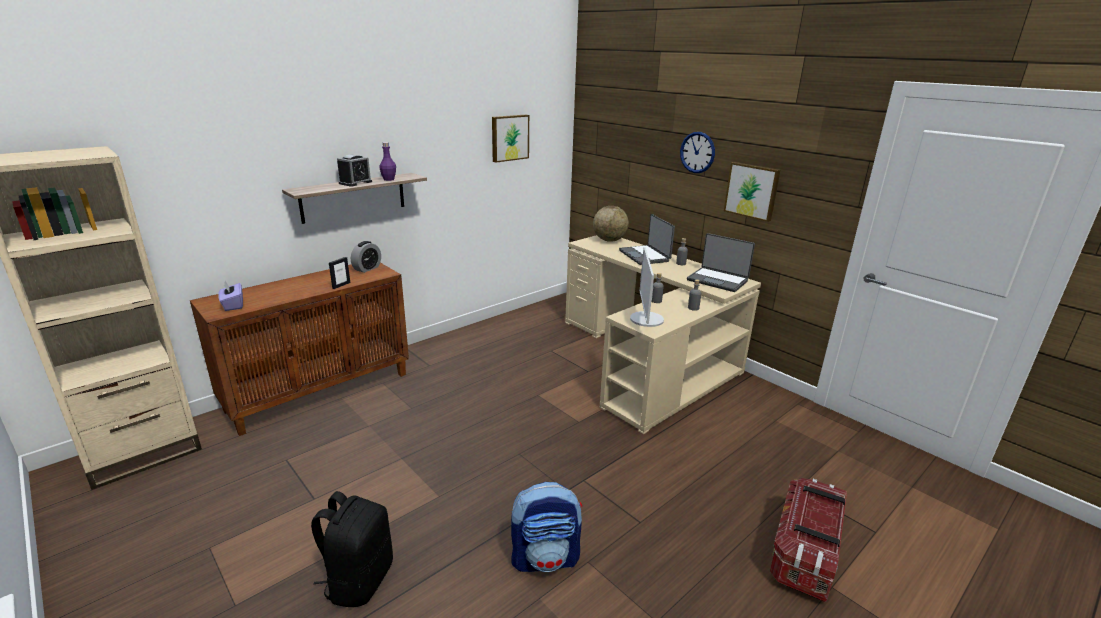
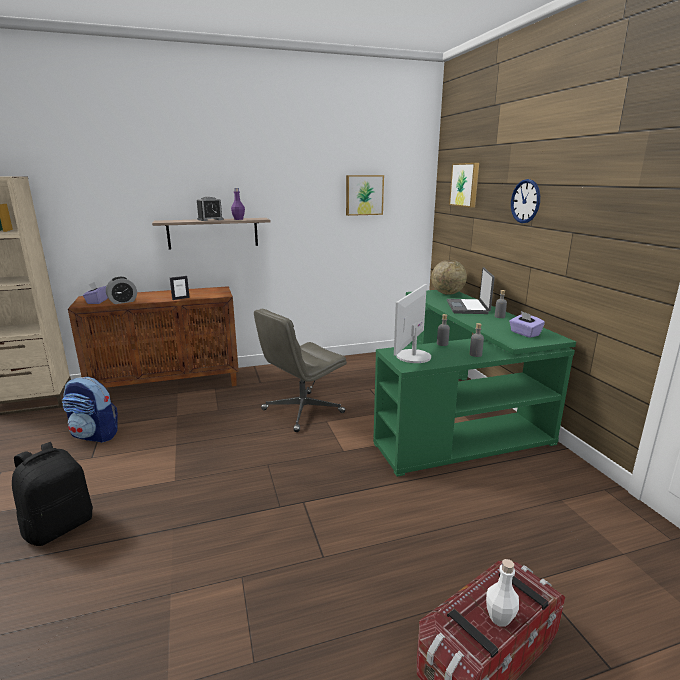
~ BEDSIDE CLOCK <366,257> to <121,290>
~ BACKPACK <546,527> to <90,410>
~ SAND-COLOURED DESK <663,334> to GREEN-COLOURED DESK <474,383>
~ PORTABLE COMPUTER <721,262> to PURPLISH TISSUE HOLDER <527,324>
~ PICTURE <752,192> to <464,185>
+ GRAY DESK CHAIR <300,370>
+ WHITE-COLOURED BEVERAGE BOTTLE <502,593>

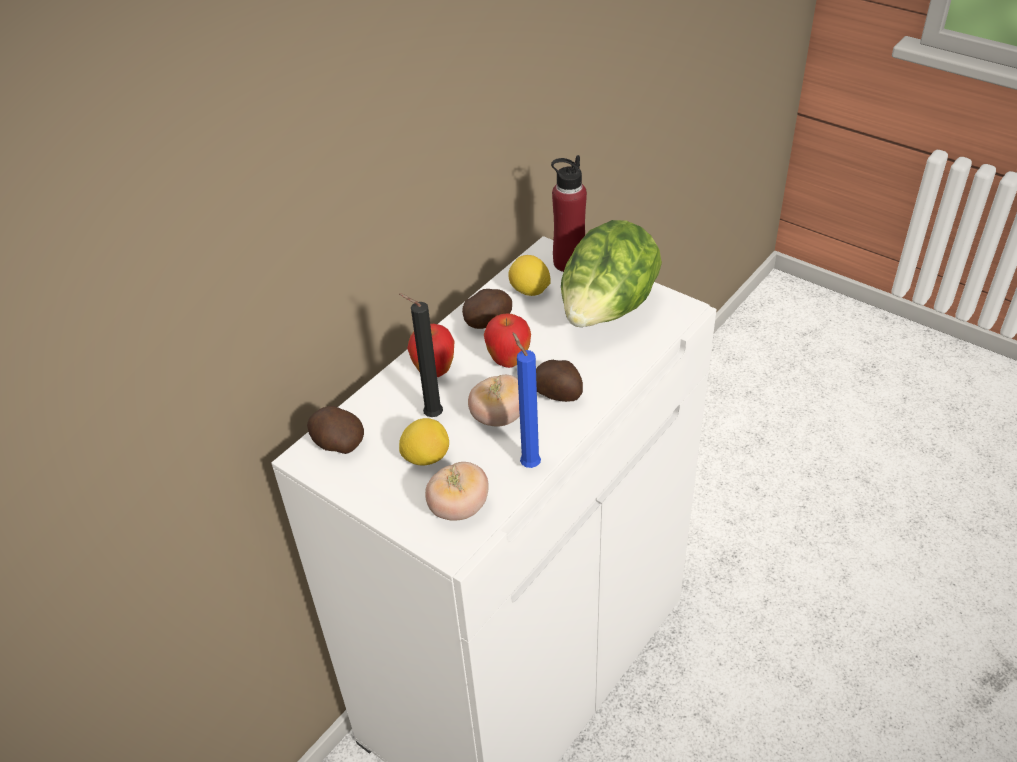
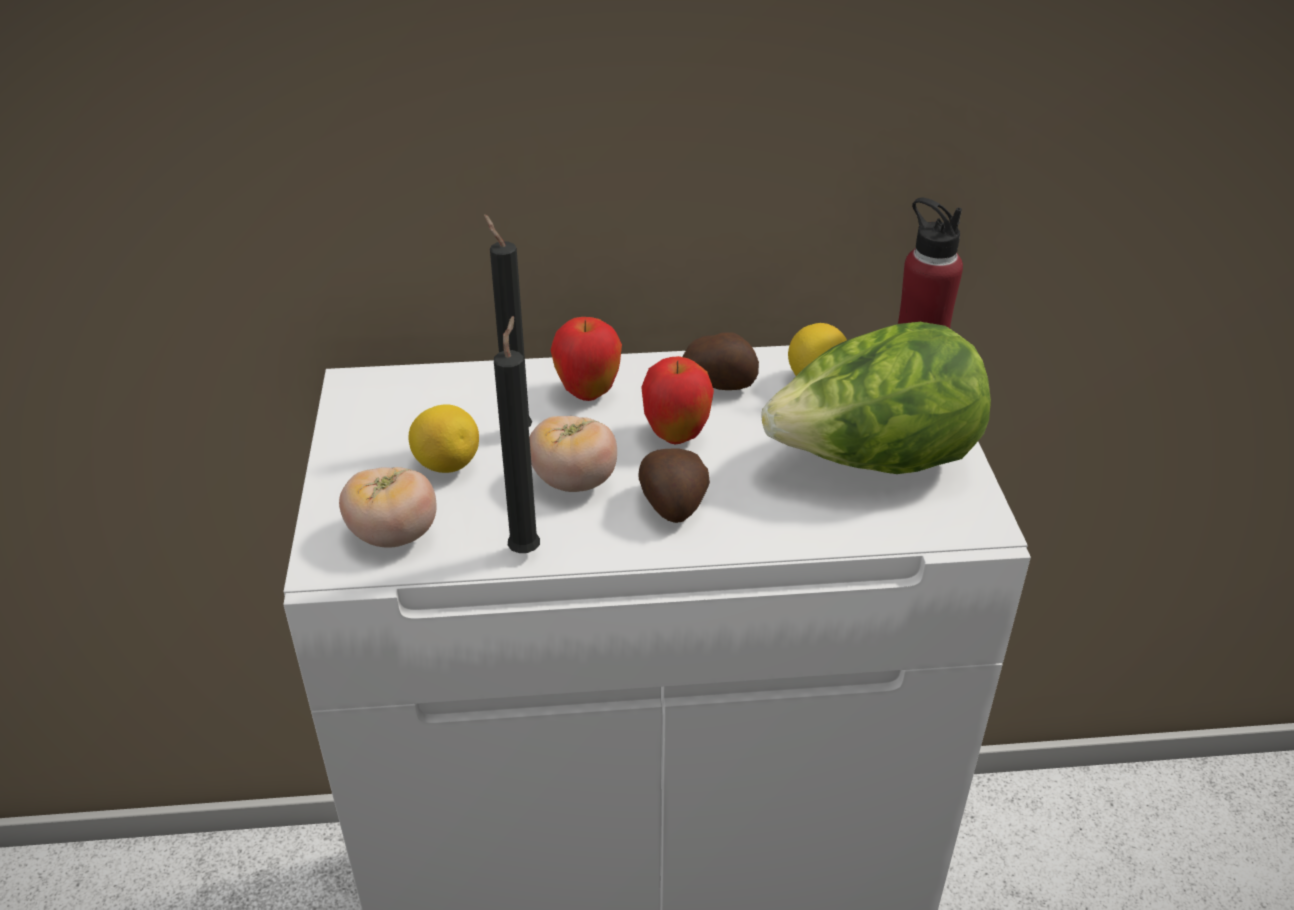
- WHOLE POTATO <335,430>
~ BLUE CANDLE <527,400> to BLACKISH CANDLE <517,434>

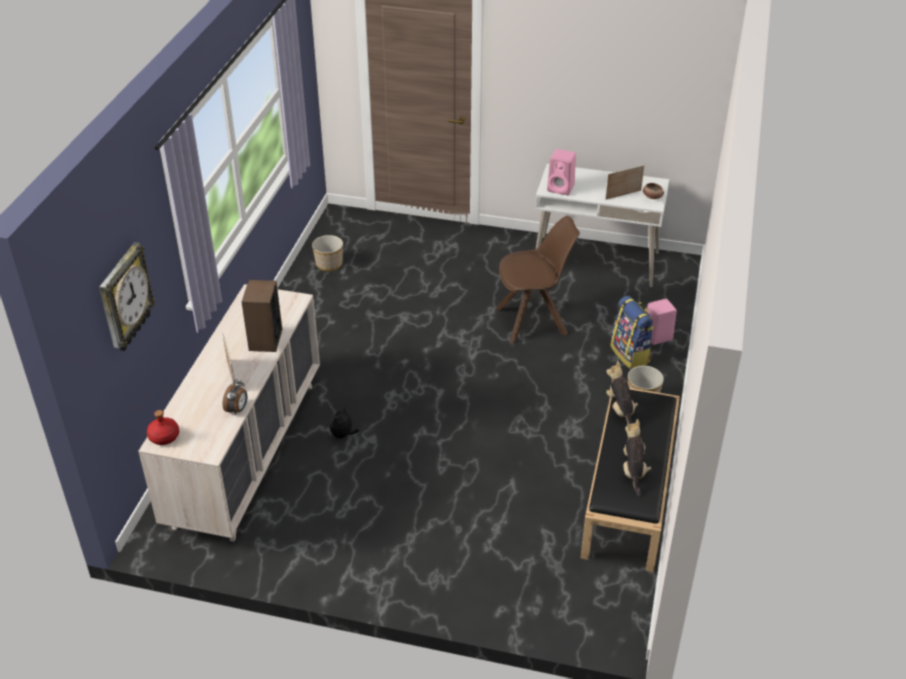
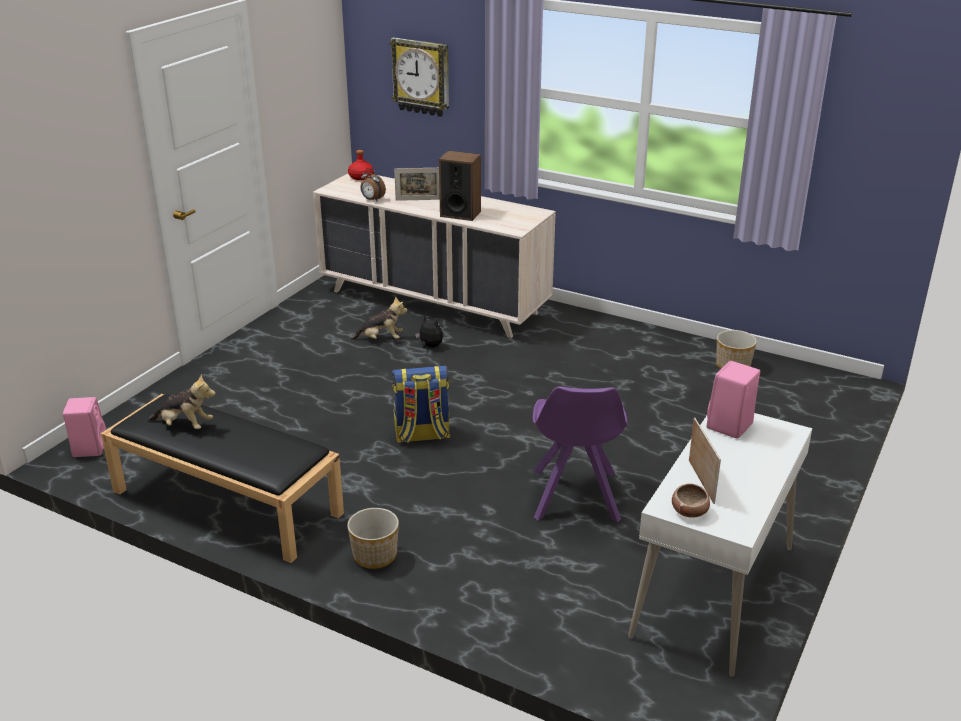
~ BROWNISH CHAIR <538,279> to PURPLISH CHAIR <580,454>
~ SOFT TOY <622,392> to <379,318>
~ BACKPACK <632,332> to <421,404>
~ PINKISH LOUDSPEAKER <662,322> to <84,427>

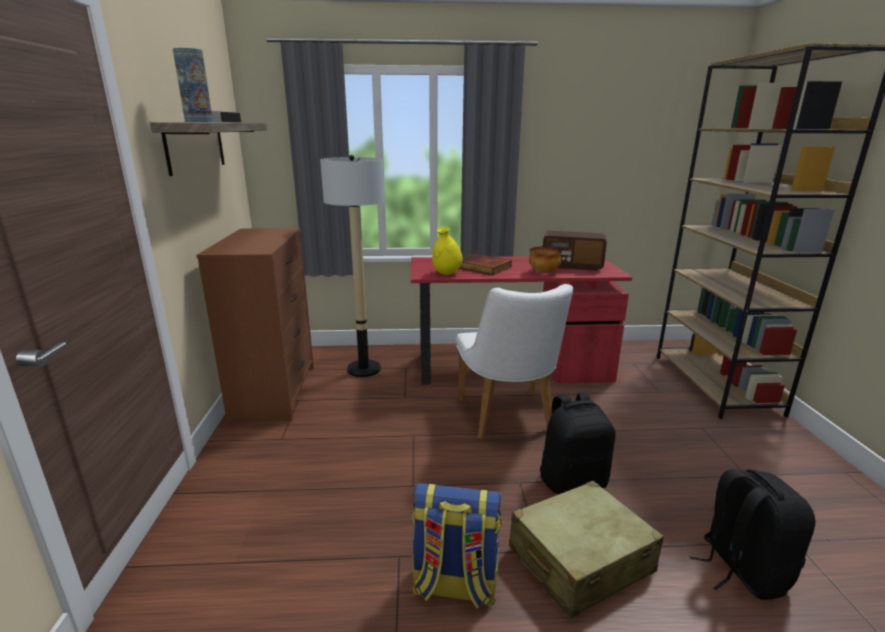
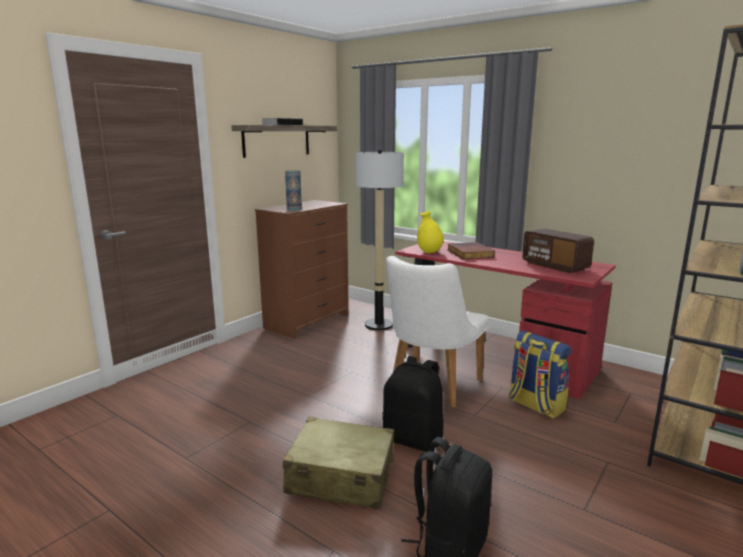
~ FLOWER VASE <193,85> to <293,190>
~ BACKPACK <457,545> to <540,374>
- DEEP DISH <545,260>

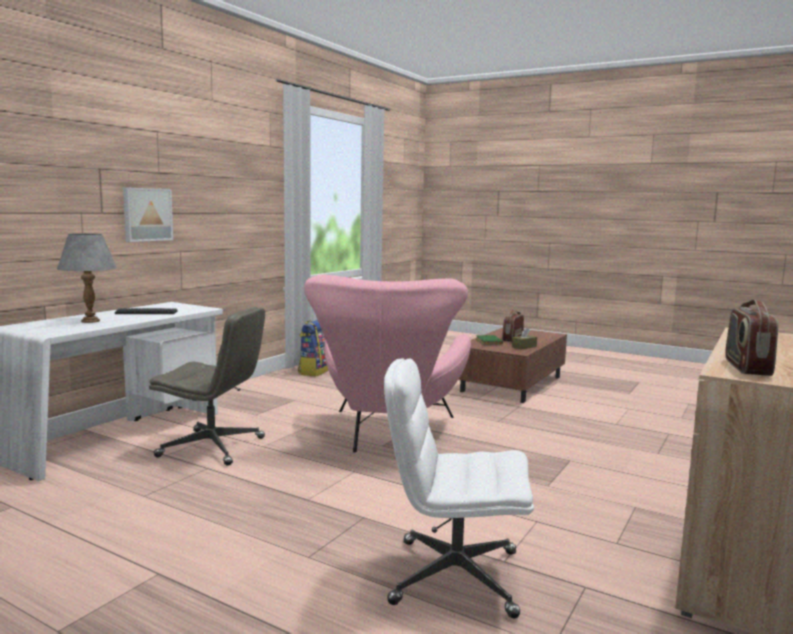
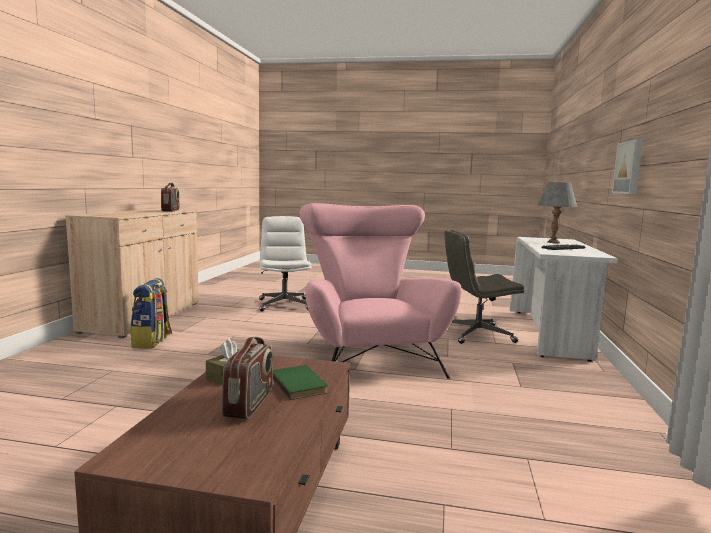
~ BACKPACK <313,348> to <151,313>
~ WHITE-COLOURED DESK CHAIR <459,488> = <285,263> 90 degrees counterclockwise

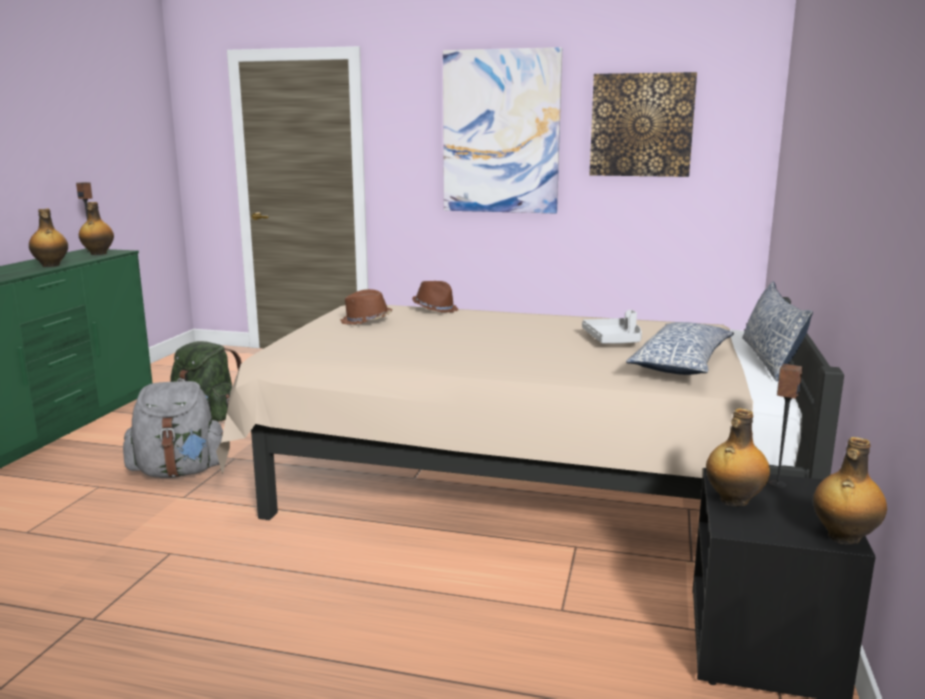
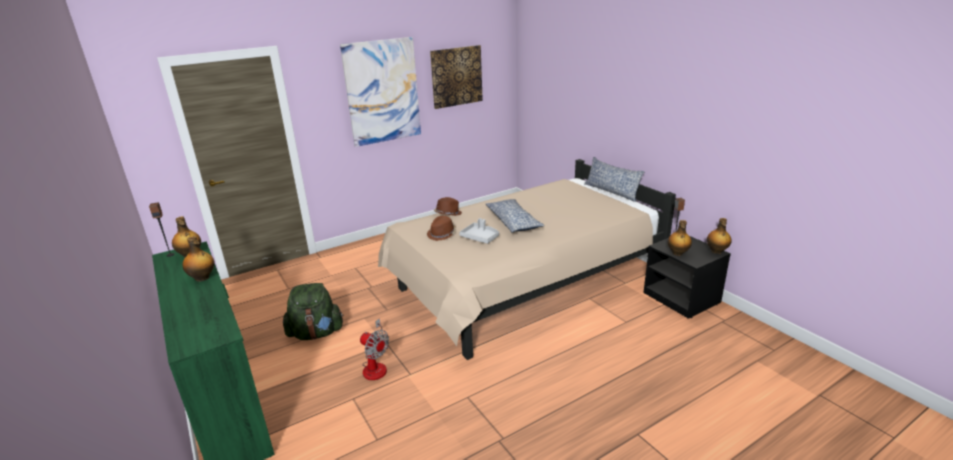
~ GRAY BACKPACK <173,429> to ELECTRIC FAN <374,349>
~ GRAY TRAY <612,327> to <479,231>
~ PILLOW <680,348> to <515,216>

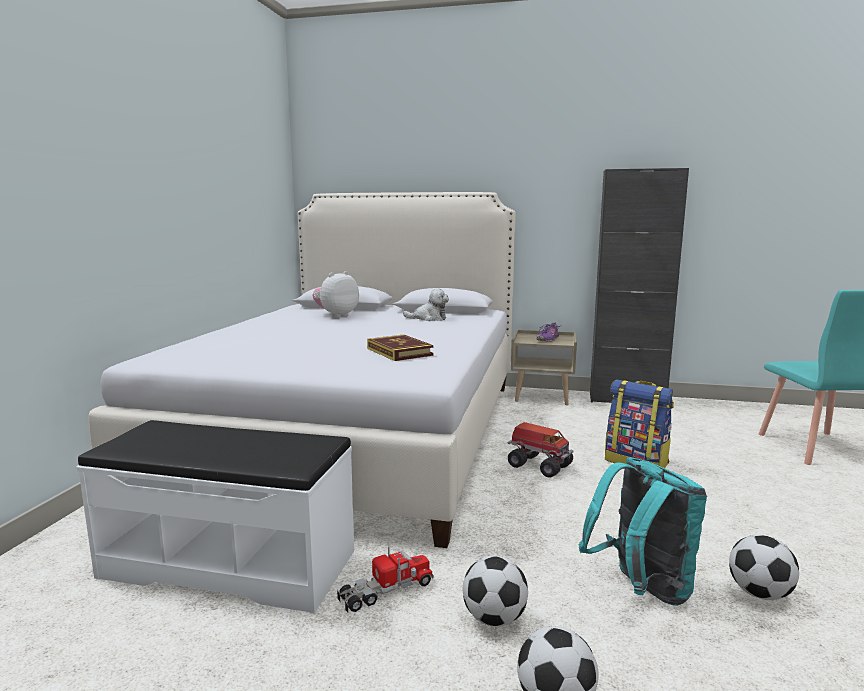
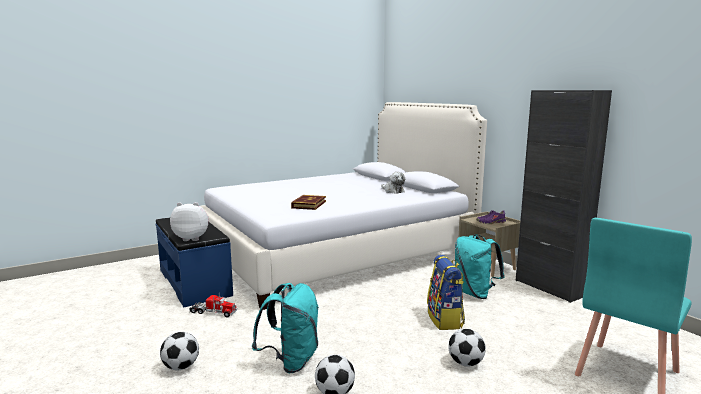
~ WHITE-COLOURED LONG SEAT <215,517> to BLUE LONG SEAT <194,263>
~ SOFT TOY <335,294> to <189,221>
~ BALL FOR FOOTBALL <495,591> to <467,348>
- TOY TRUCK <540,450>
+ BLUE-GREEN BACKPACK <480,267>

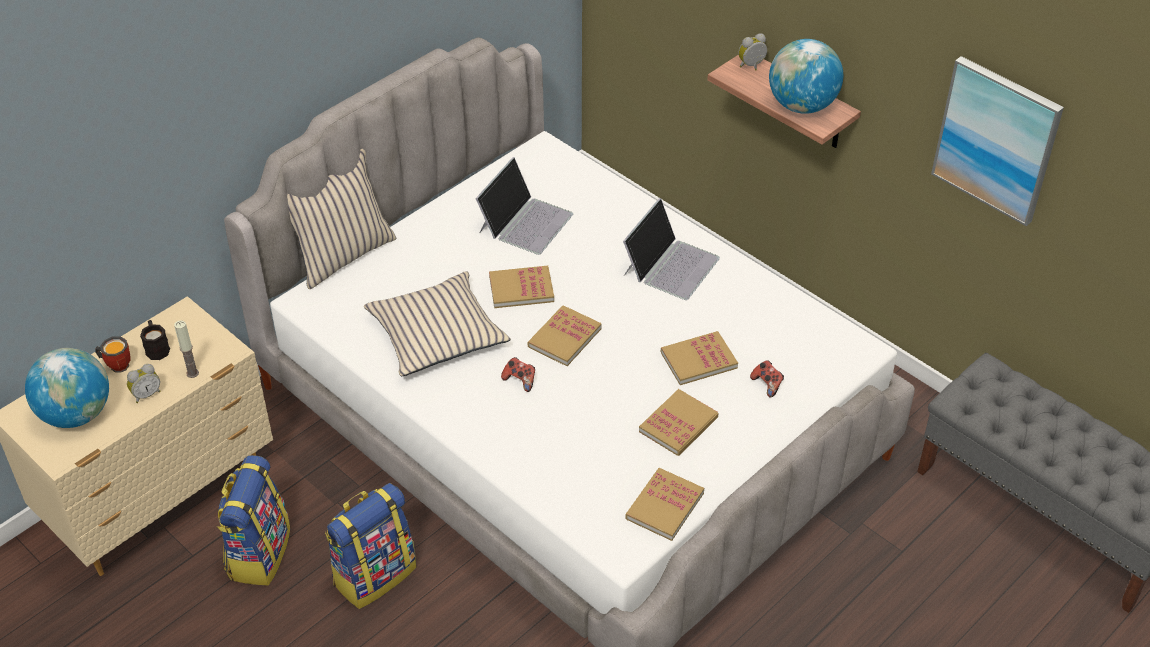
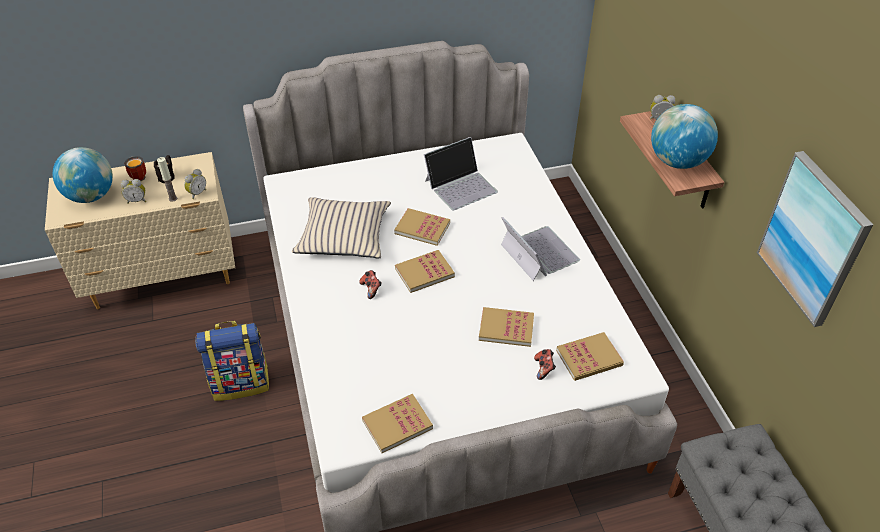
- BACKPACK <253,520>
- SAND-COLOURED PILLOW <342,219>
~ PORTABLE COMPUTER <671,249> = <540,249> 90 degrees counterclockwise
~ BOUND BOOK <678,422> to <590,356>
+ BEDSIDE CLOCK <195,184>

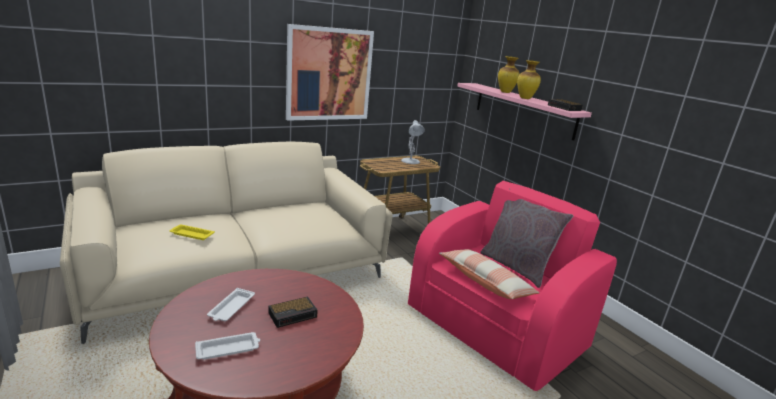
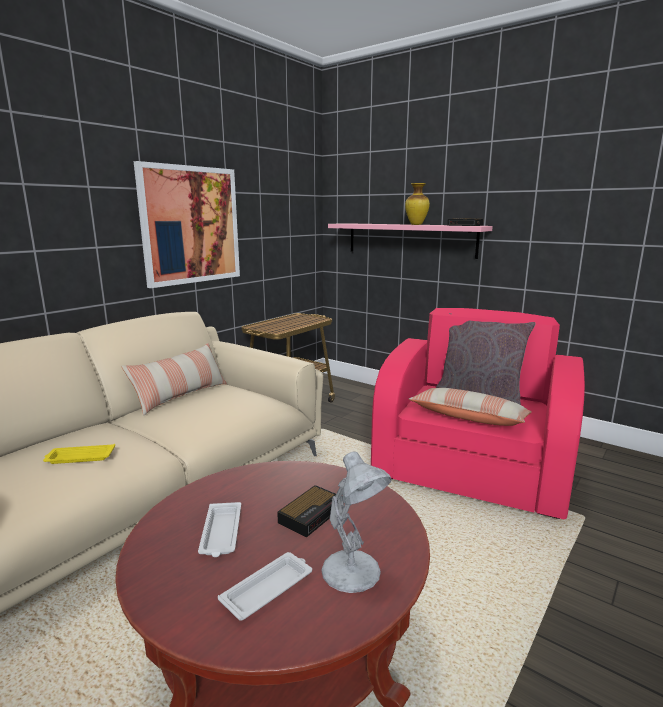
~ WHITE-COLOURED TABLETOP LAMP <412,142> to <356,522>
- FLOWER VASE <509,74>
+ PILLOW <174,379>

